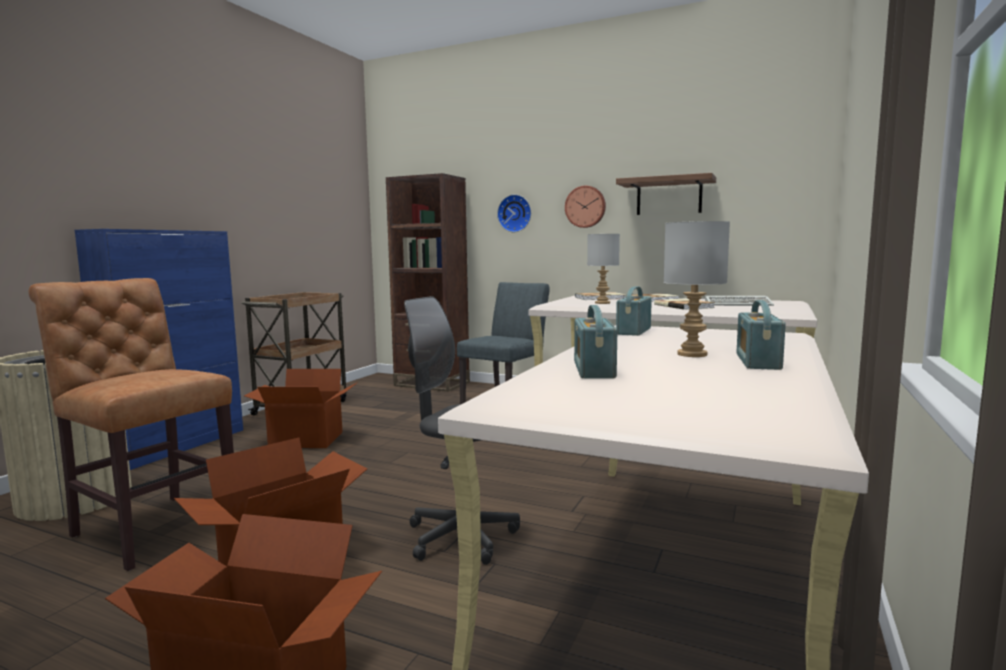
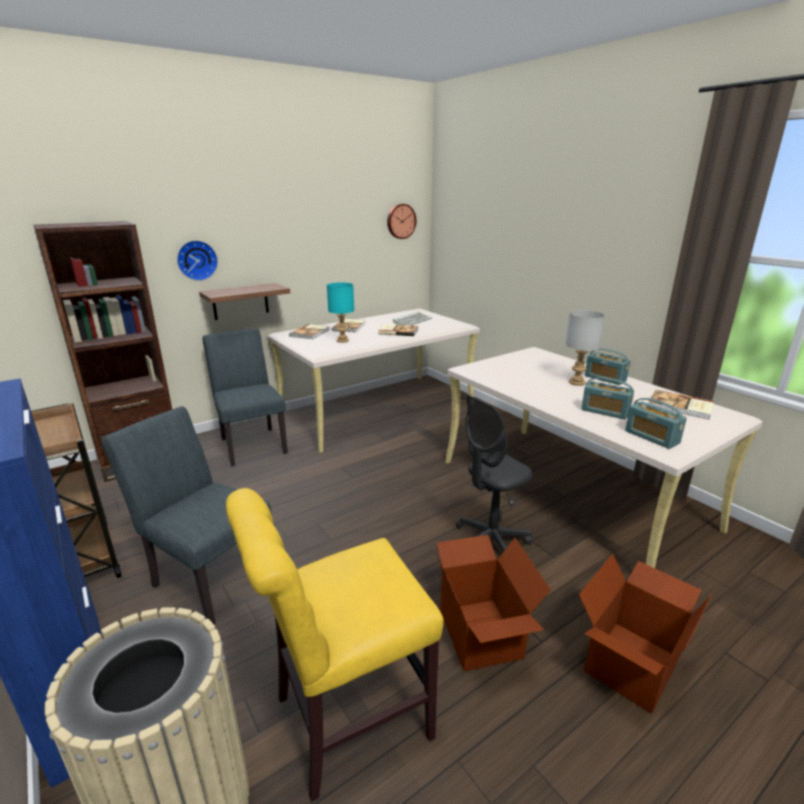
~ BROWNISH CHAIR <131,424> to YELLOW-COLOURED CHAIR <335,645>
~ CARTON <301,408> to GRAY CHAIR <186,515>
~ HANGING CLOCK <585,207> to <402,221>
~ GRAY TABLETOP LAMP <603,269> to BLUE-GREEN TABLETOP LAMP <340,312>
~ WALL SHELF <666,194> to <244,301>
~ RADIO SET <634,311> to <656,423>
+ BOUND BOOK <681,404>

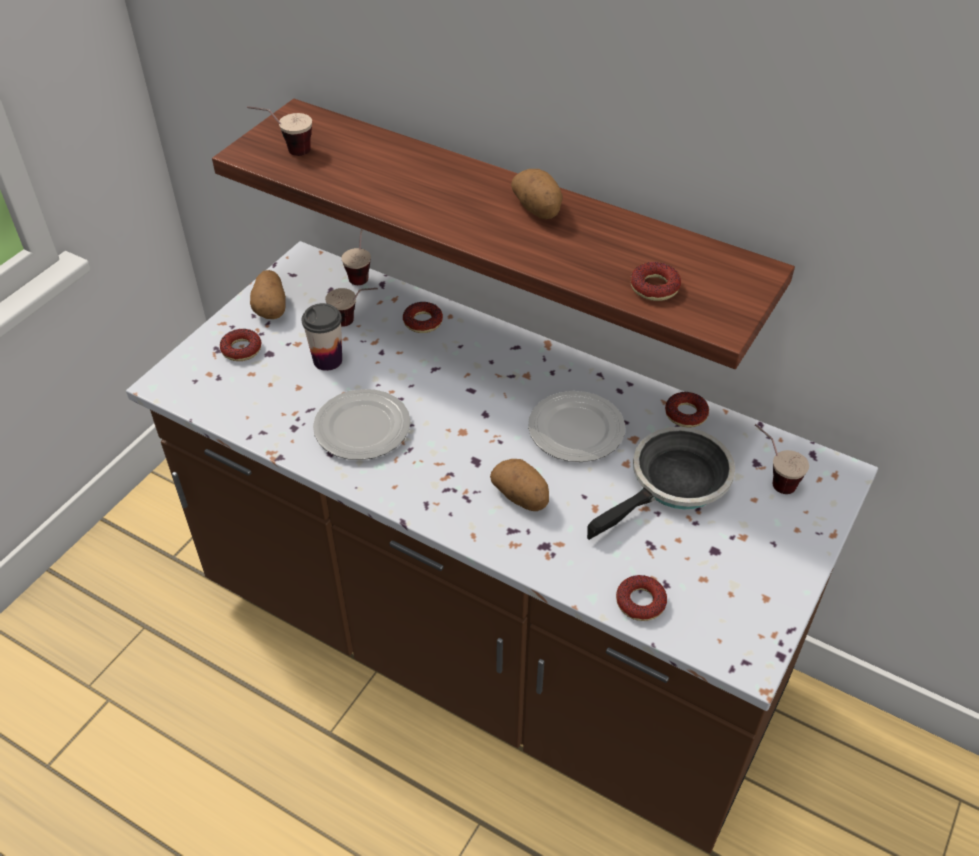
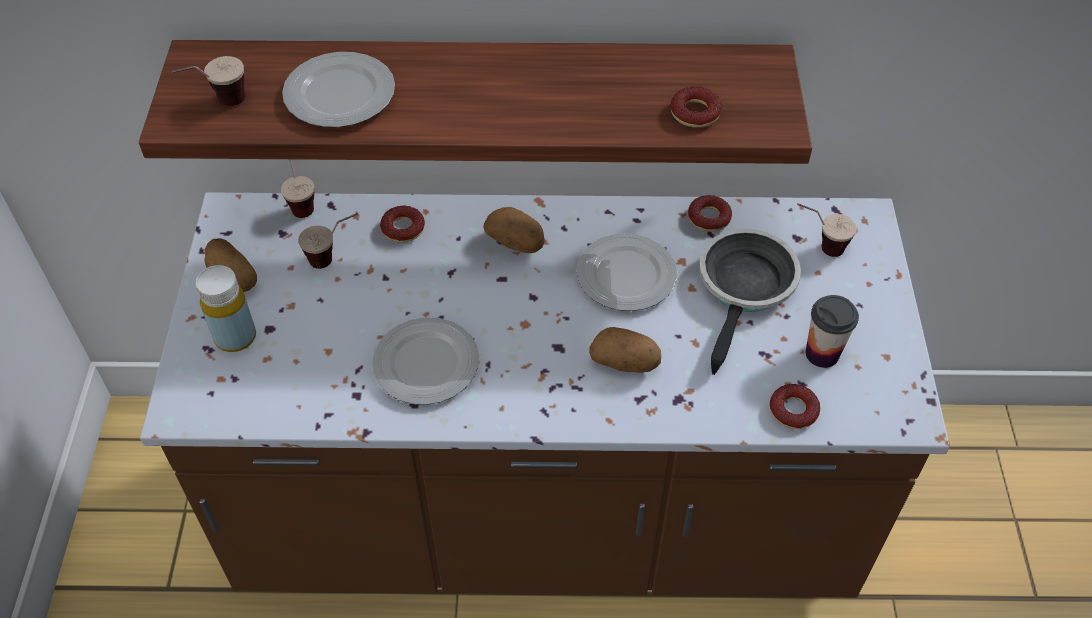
~ DOUGHNUT <240,345> to YELLOW-COLOURED BEVERAGE BOTTLE <226,308>
~ CUP <321,337> to <832,331>
~ WHOLE POTATO <537,194> to <514,230>
+ FLAT DISH <338,89>

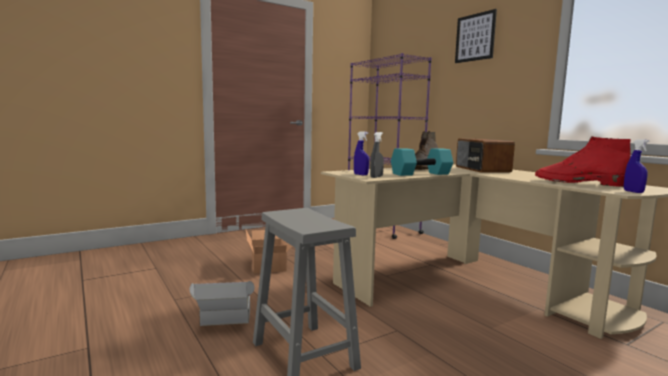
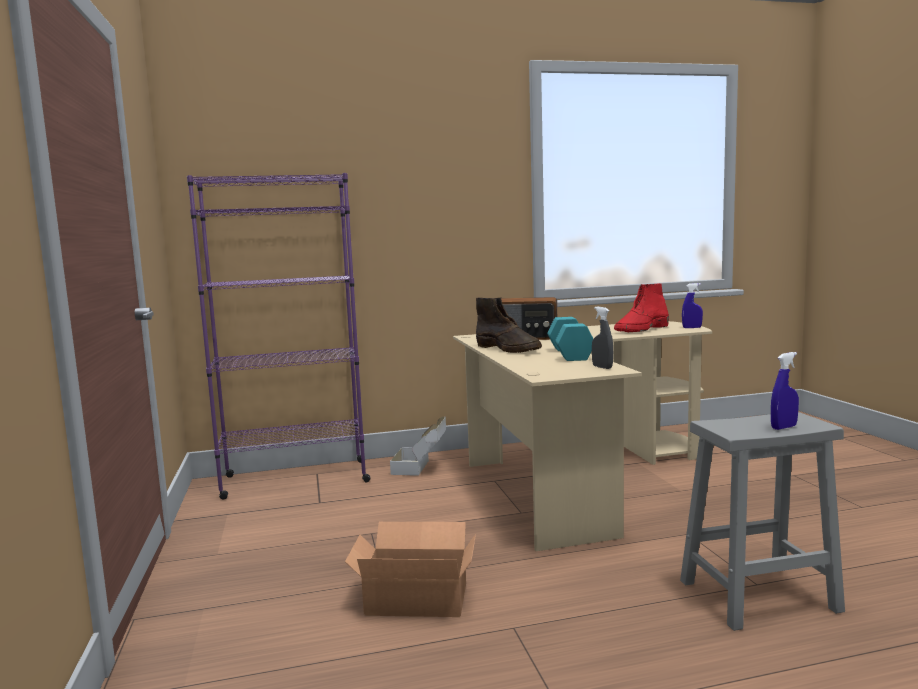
~ CARTON <222,303> to <418,446>
~ BLUE SPRAYER <361,153> to <785,391>
- PICTURE <476,36>

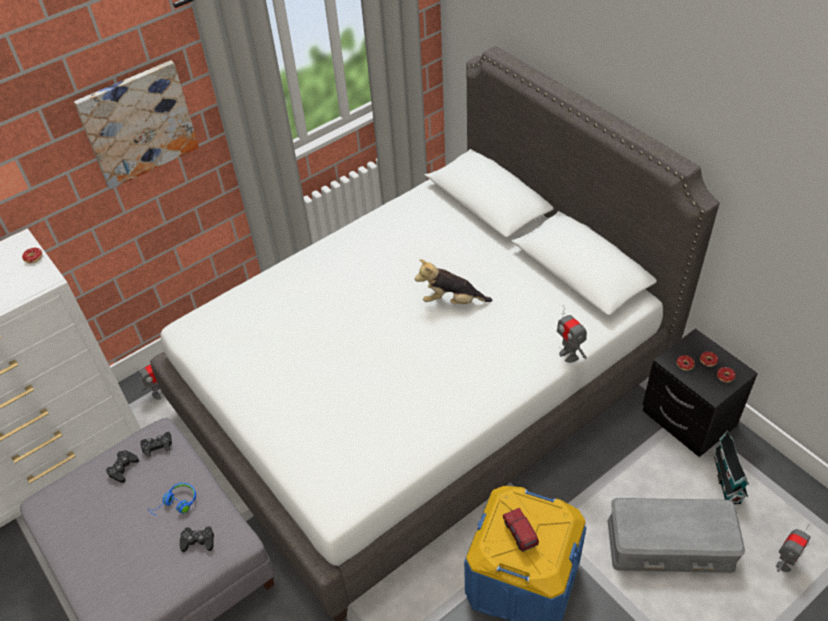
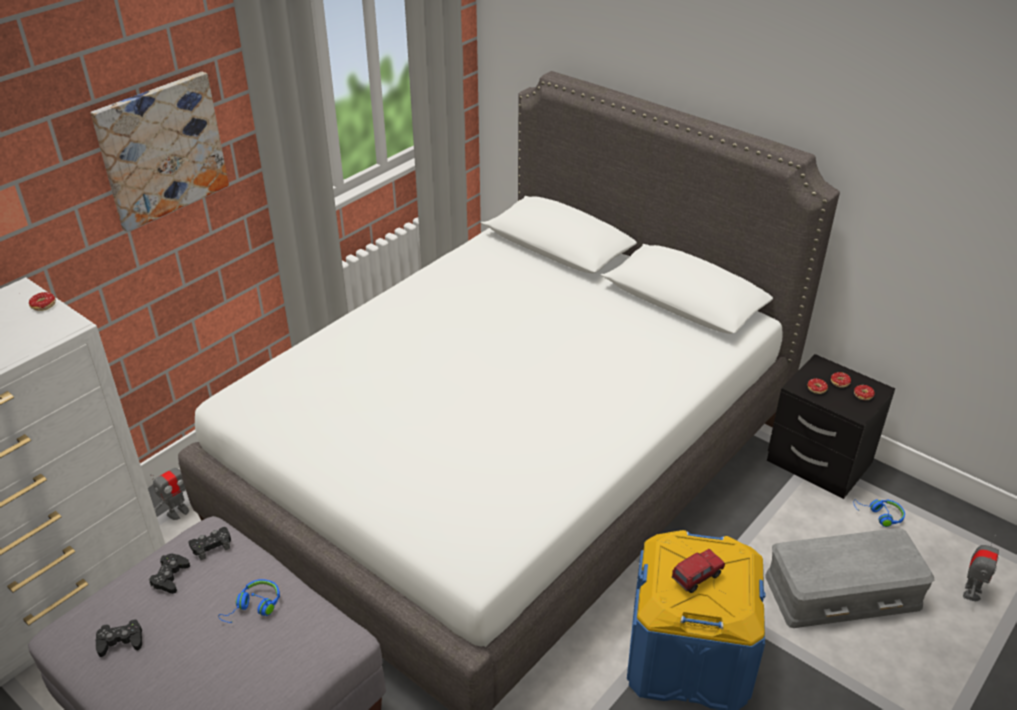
~ BLACKISH GAMEPAD <197,539> to <118,638>
- SOFT TOY <453,281>
~ TOY TRUCK <521,530> = <698,571> 90 degrees clockwise
- TOY ROBOT <571,334>
~ TOY HOUSE <731,467> to BLUE HEADPHONES <879,513>

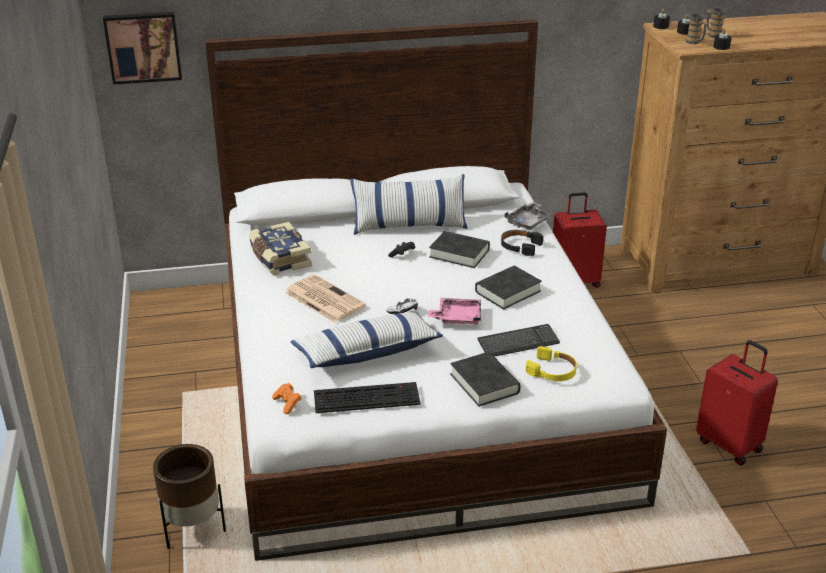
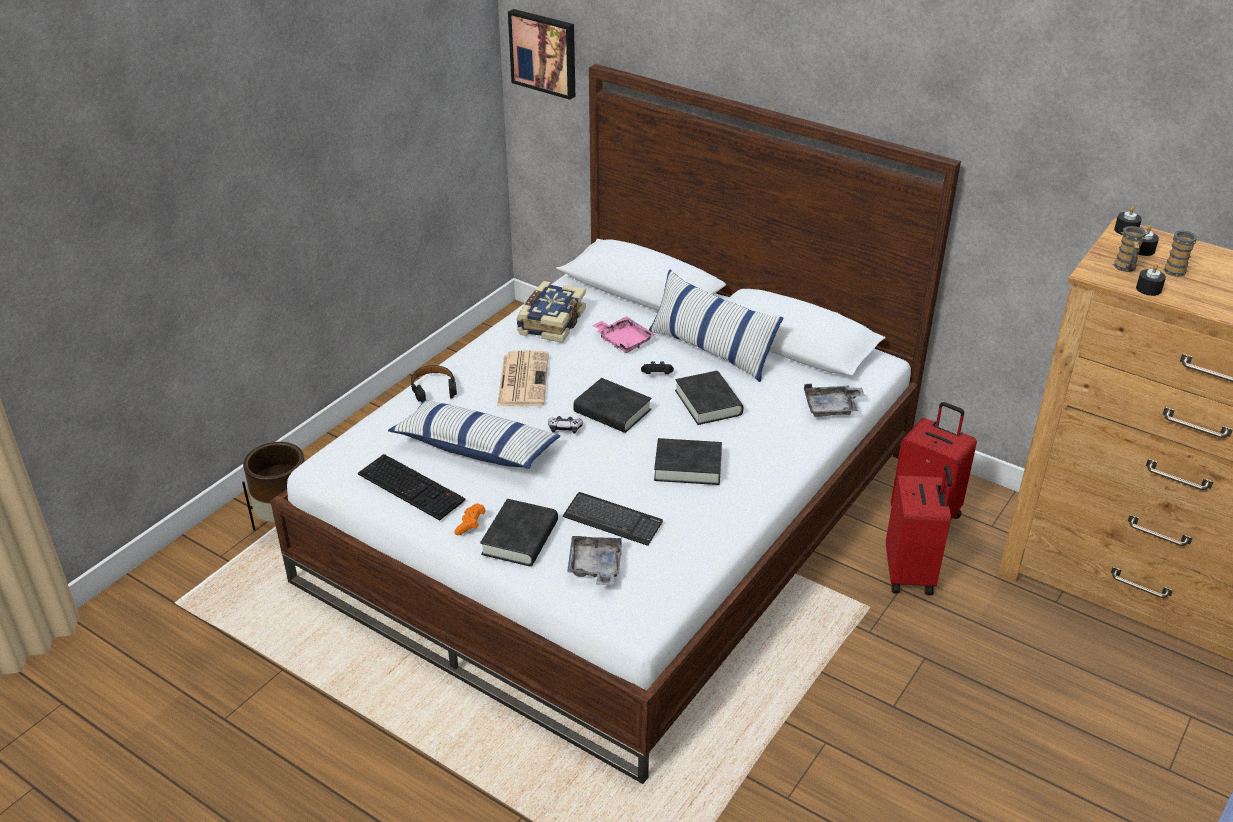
~ ORANGE-COLOURED GAMEPAD <287,398> to <470,519>
~ PINKISH TRAY <454,311> to <623,334>
~ BLACKISH HEADPHONES <522,243> to <434,384>
~ YELLOW-COLOURED HEADPHONES <551,363> to GRAY TRAY <594,560>
~ RED PIECE OF LUGGAGE <737,402> to <919,530>
+ BLACKISH BOUND BOOK <612,405>

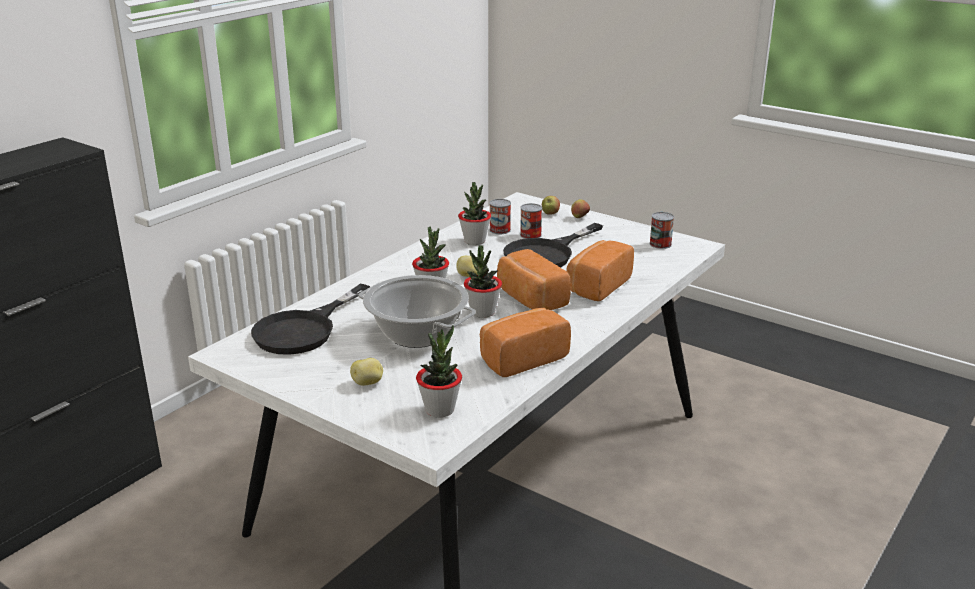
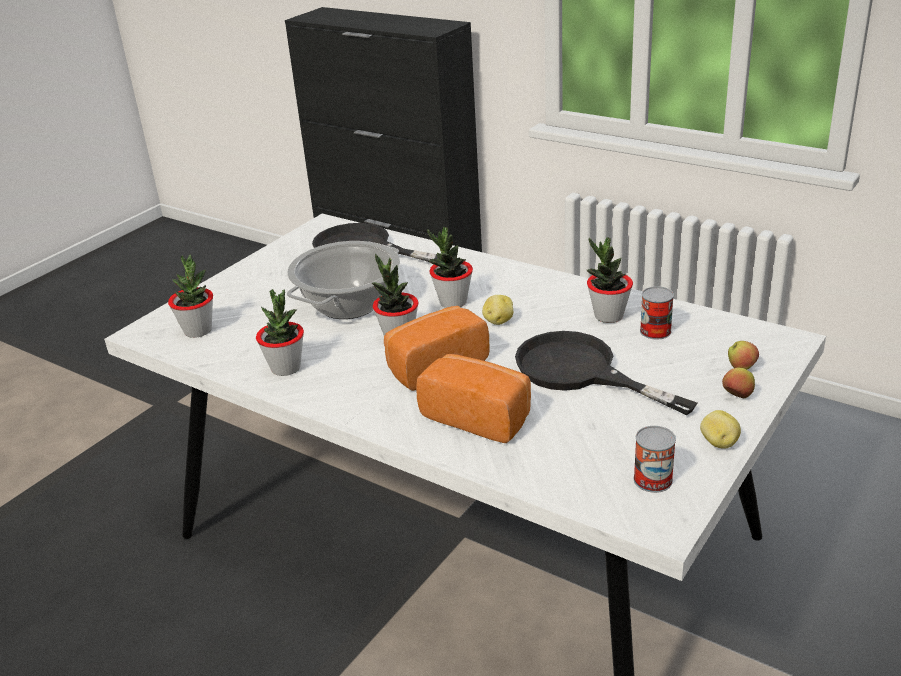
~ WHOLE POTATO <366,372> to <720,429>
~ BREAD <525,342> to PLANT IN A POT <280,332>
- METAL CAN <531,221>

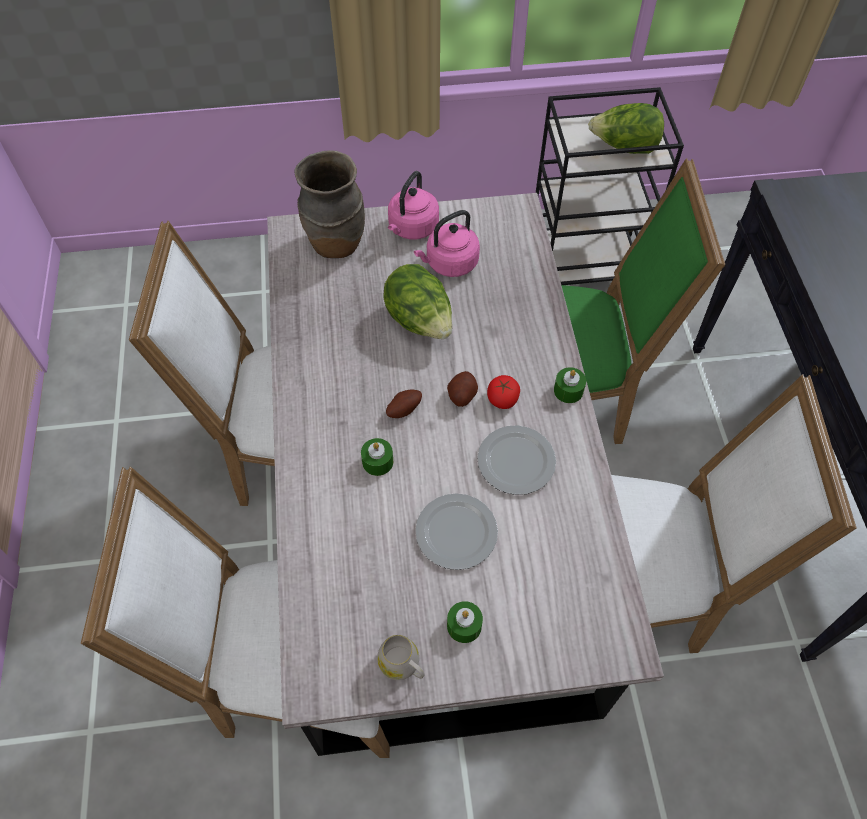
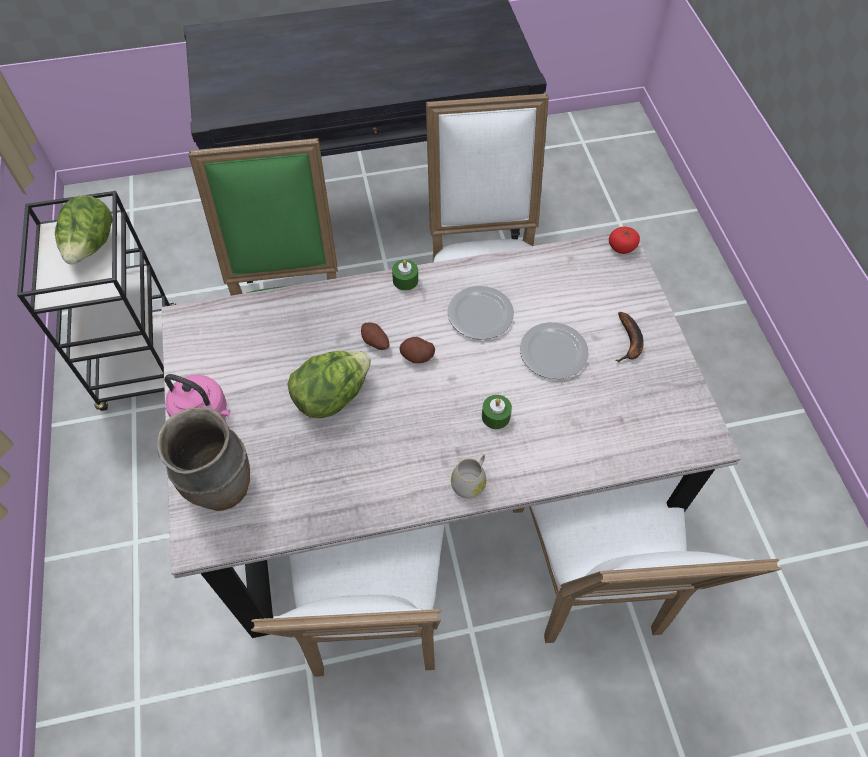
~ WHITE-COLOURED TEA MUG <401,657> to <468,476>
~ WHOLE POTATO <404,403> to <375,336>
- PINKISH TEA KETTLE <447,243>
~ GREEN-COLOURED CANDLE <465,622> to BANANA FRUIT <629,337>
~ TOMATO <503,392> to <624,240>

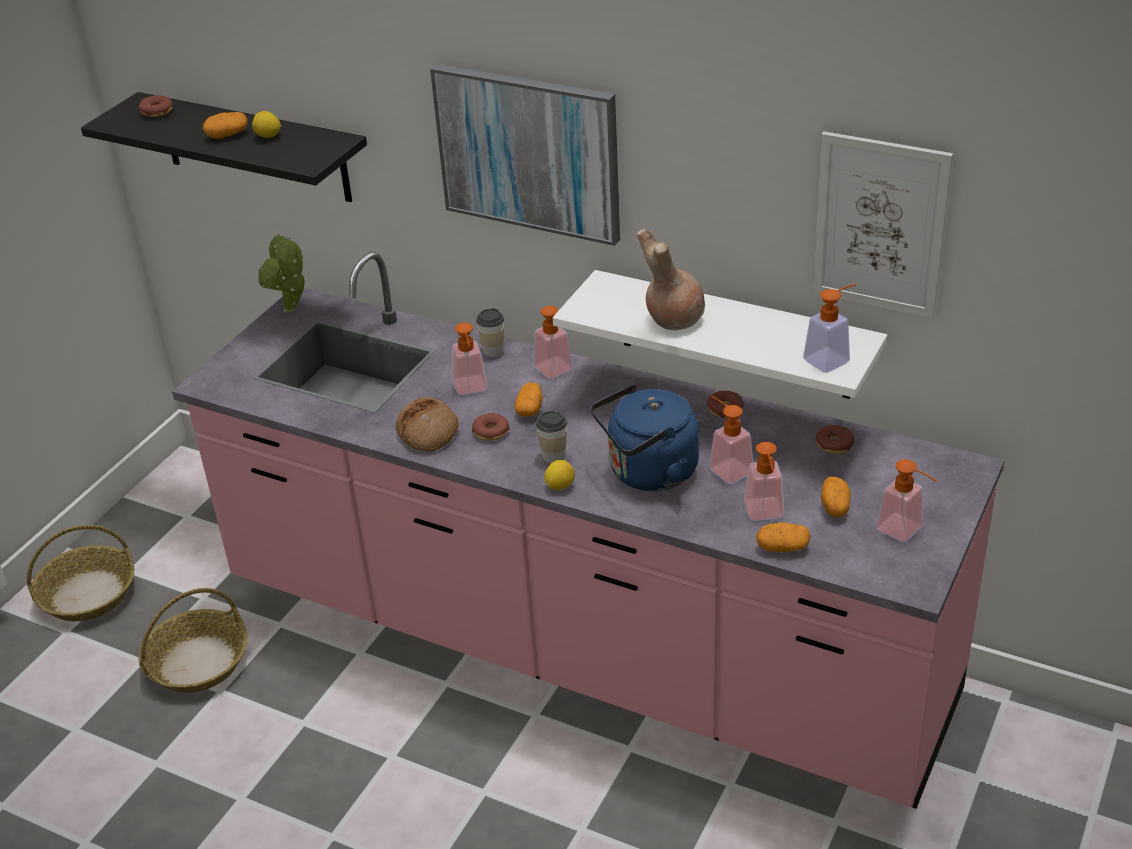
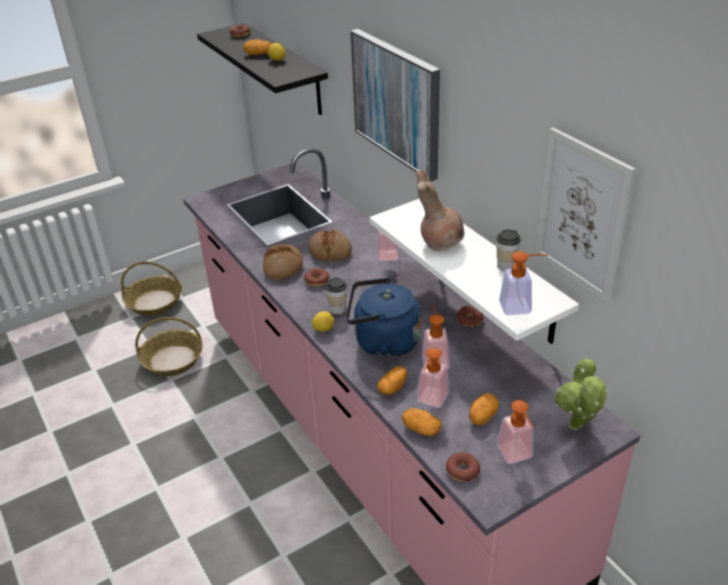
~ PLANT IN A POT <282,273> to <581,393>
~ SOAP DISPENSER <470,359> to BREAD <330,245>
~ CUP <490,332> to <508,250>
~ WHOLE POTATO <529,399> to <392,380>
~ DOUGHNUT <835,439> to <463,467>

